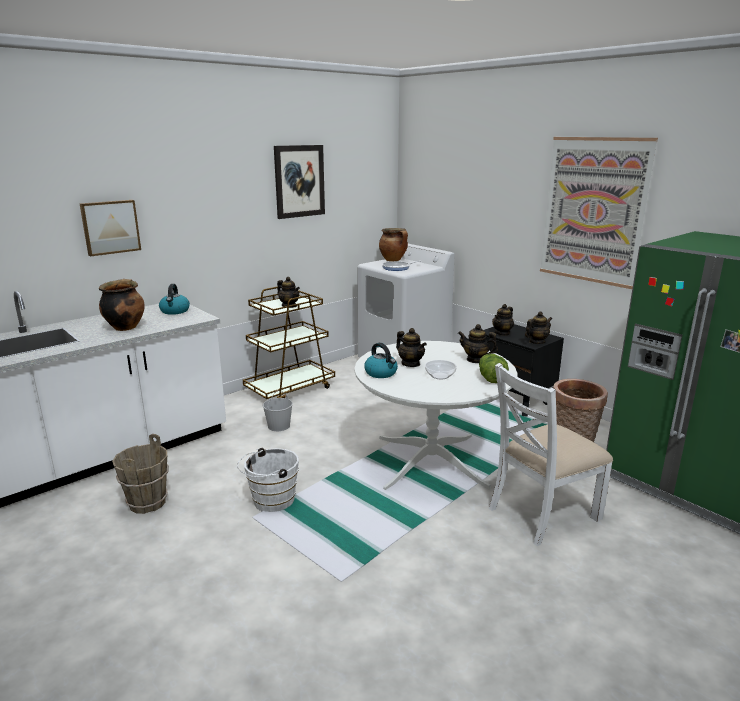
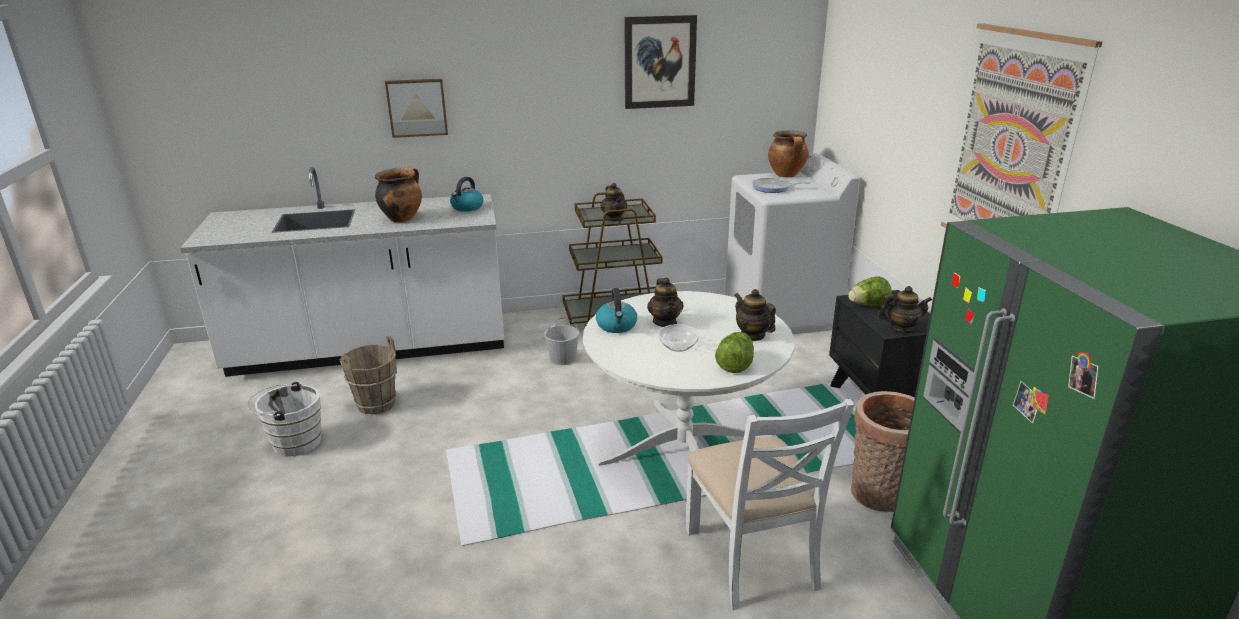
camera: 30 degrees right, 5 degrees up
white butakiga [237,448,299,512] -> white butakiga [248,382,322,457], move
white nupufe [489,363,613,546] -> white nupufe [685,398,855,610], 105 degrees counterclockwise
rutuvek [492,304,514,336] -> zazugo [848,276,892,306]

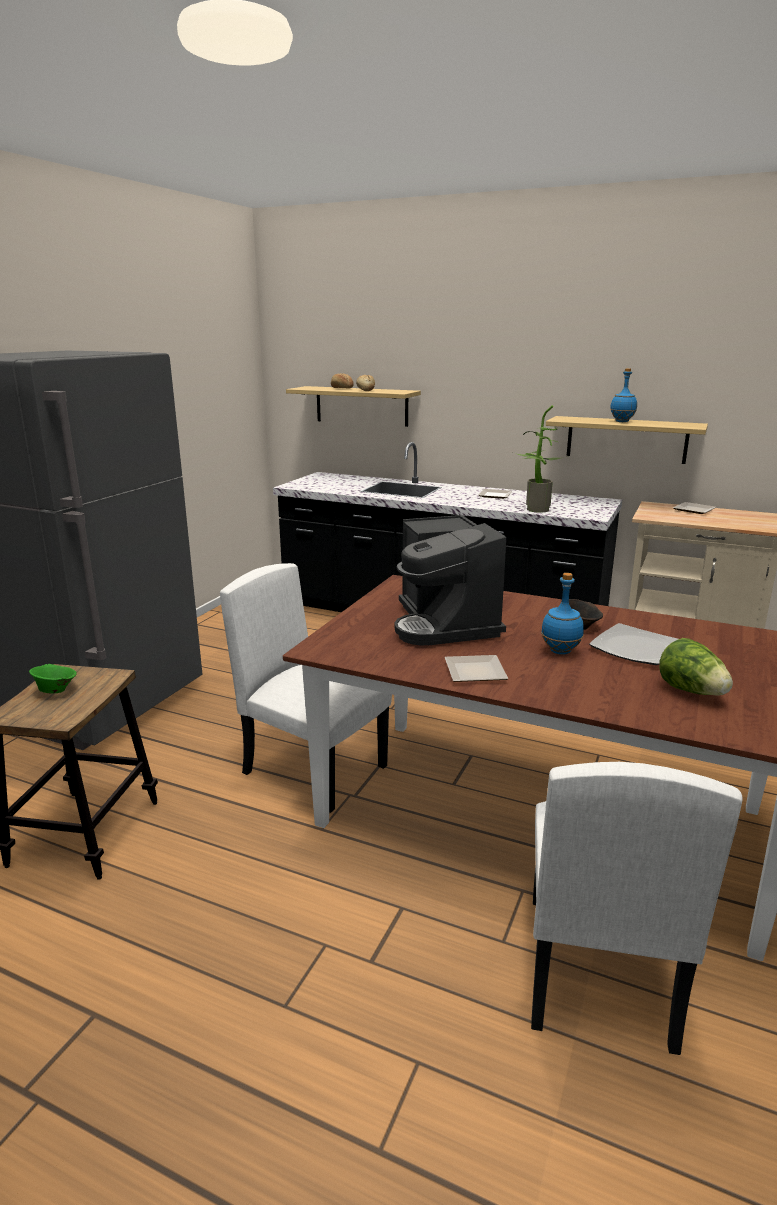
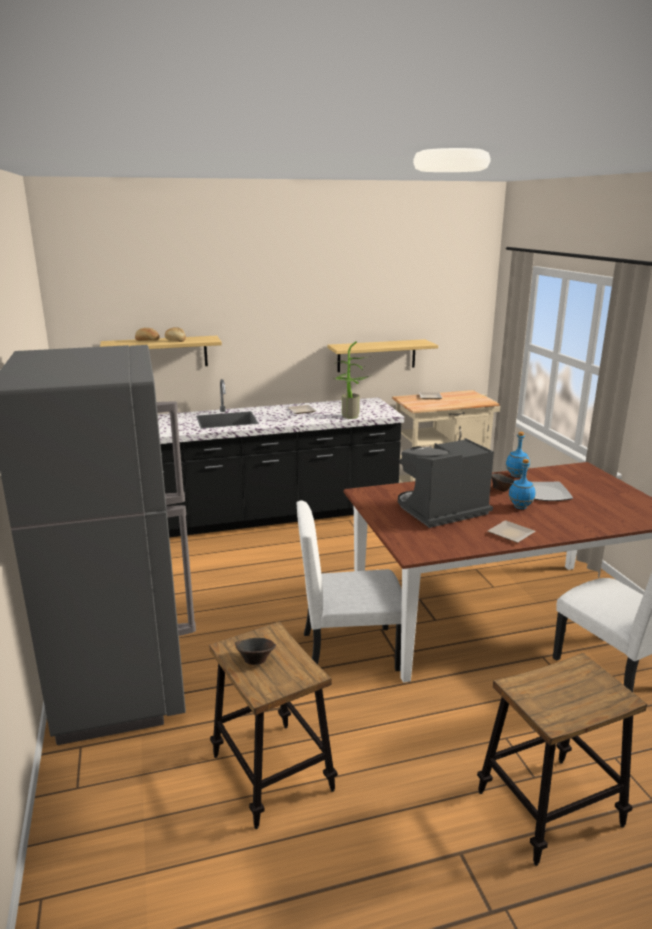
camera: 40 degrees left, 0 degrees up
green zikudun [29,664,77,694] -> brown zikudun [235,638,276,665]
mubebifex [395,515,506,646] -> mubebifex [398,438,494,528], 120 degrees clockwise
none -> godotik [477,653,647,866]
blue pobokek [610,368,637,422] -> blue pobokek [506,432,530,477], move
zazugo [659,638,733,696] -> none

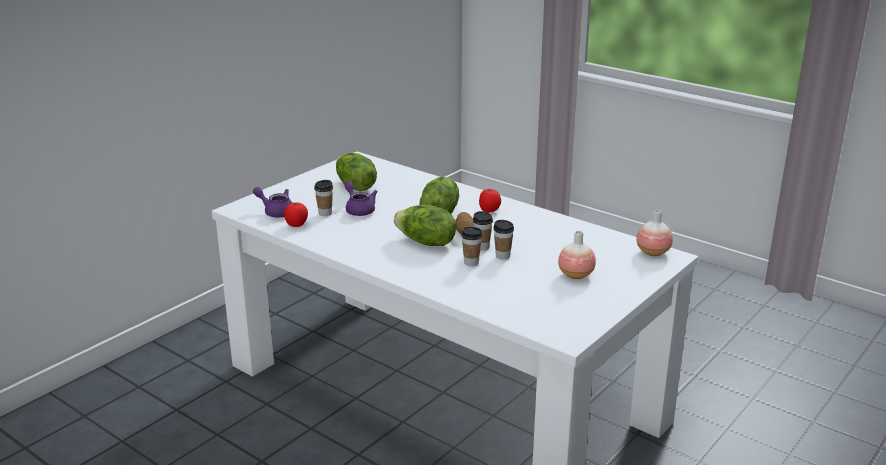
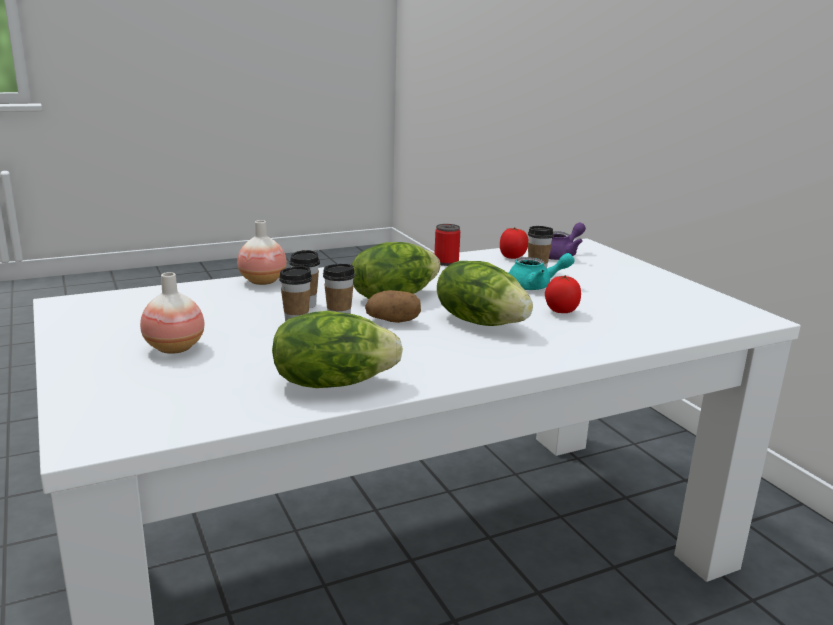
camera: 115 degrees right, 5 degrees down
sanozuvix [636,210,673,256] -> sanozuvix [237,220,287,285], move
zazugo [336,153,377,191] -> zazugo [272,311,403,388], move
none -> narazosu [435,224,460,266]
purple rutuvek [345,181,378,216] -> turquoise rutuvek [509,253,575,290]
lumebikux [479,189,501,213] -> lumebikux [545,275,581,313], move

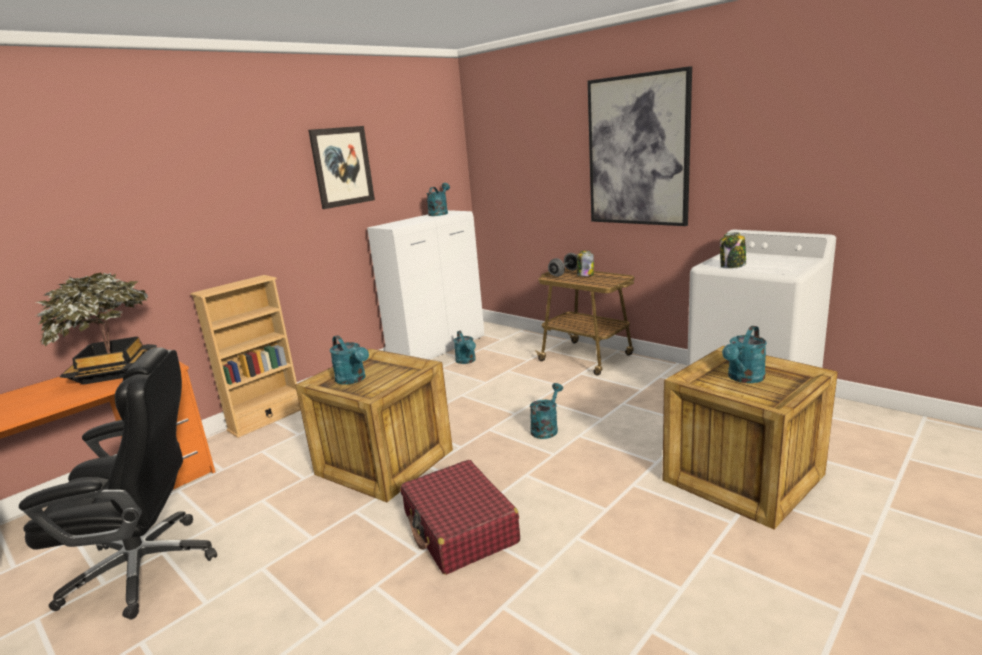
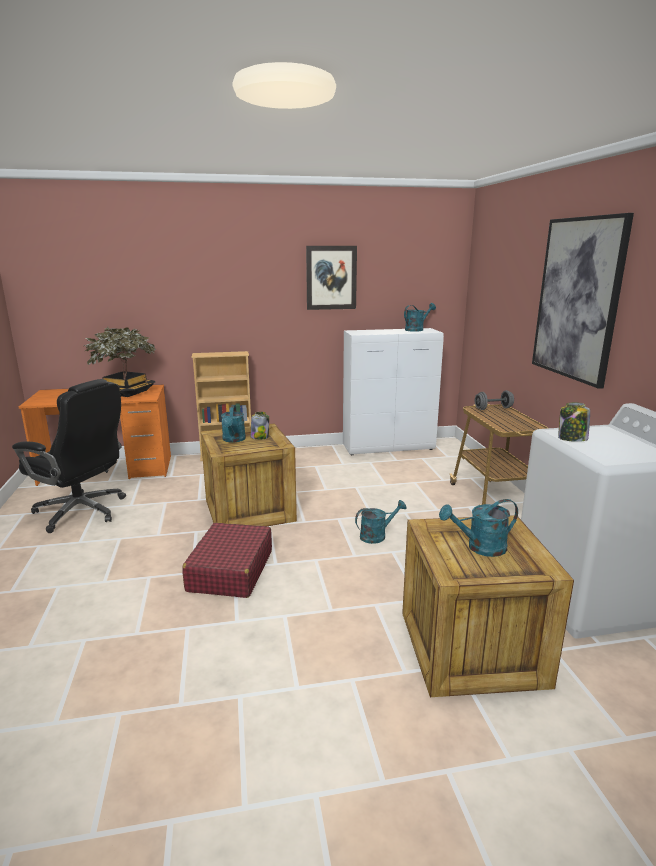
camera: 35 degrees right, 0 degrees up
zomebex [577,251,594,277] -> zomebex [251,412,269,440], move
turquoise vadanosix [454,331,476,364] -> none

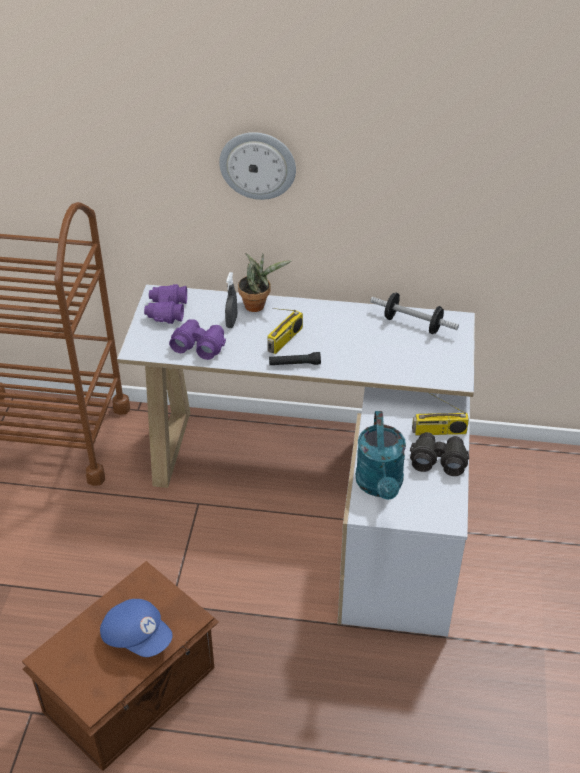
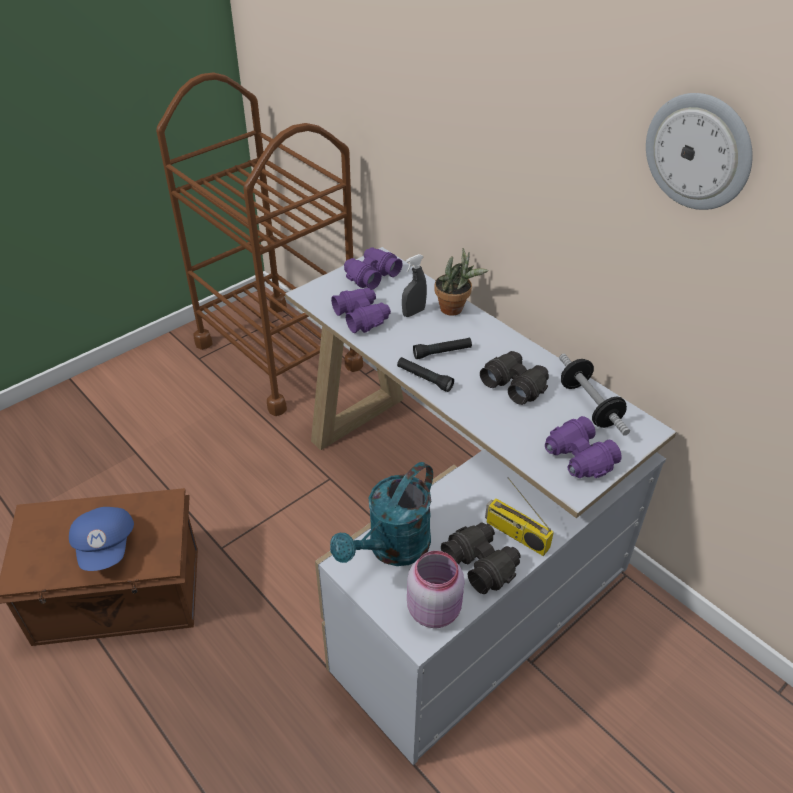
camera: 40 degrees right, 0 degrees up
none -> pink zomebex [407,551,465,628]
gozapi [267,308,303,354] -> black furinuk [413,338,472,359]
none -> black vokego [480,351,549,405]
none -> purple vokego [545,416,622,478]
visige [219,132,296,200] -> visige [646,93,753,210], move

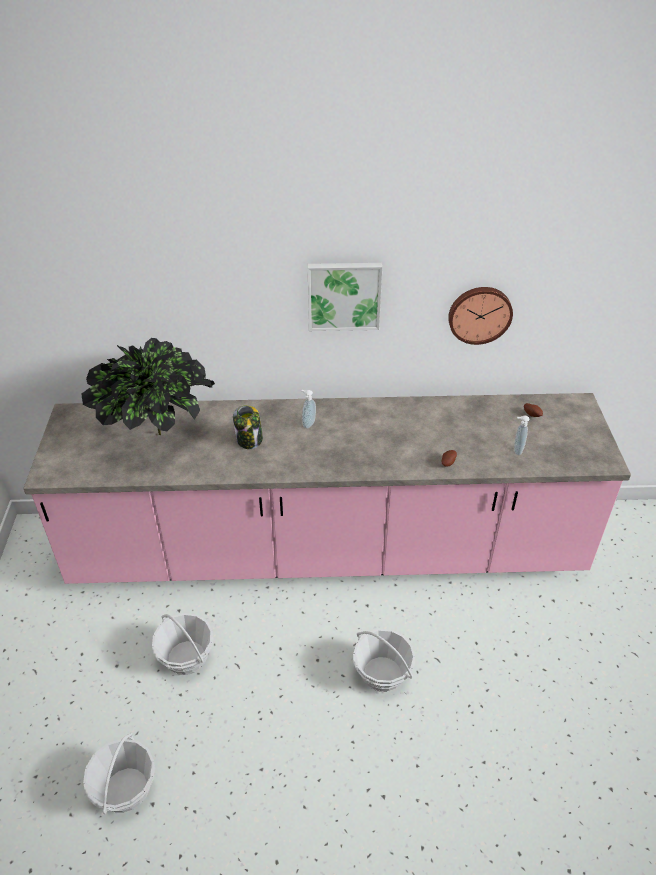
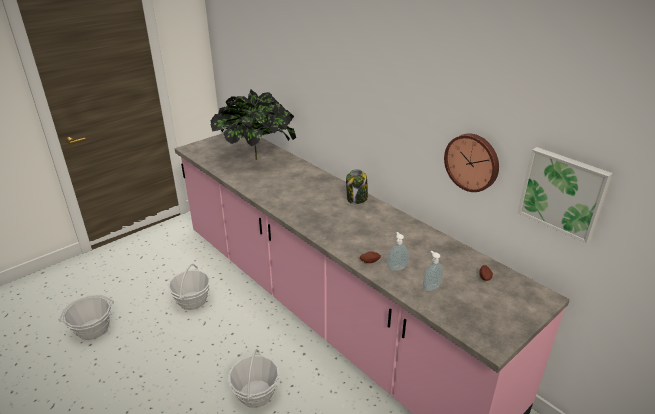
camera: 50 degrees right, 10 degrees down
zomebex [233,405,263,449] -> zomebex [346,169,368,204], move
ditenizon [301,390,316,429] -> ditenizon [387,232,409,271], move
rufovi [308,263,382,331] -> rufovi [518,147,613,243], move

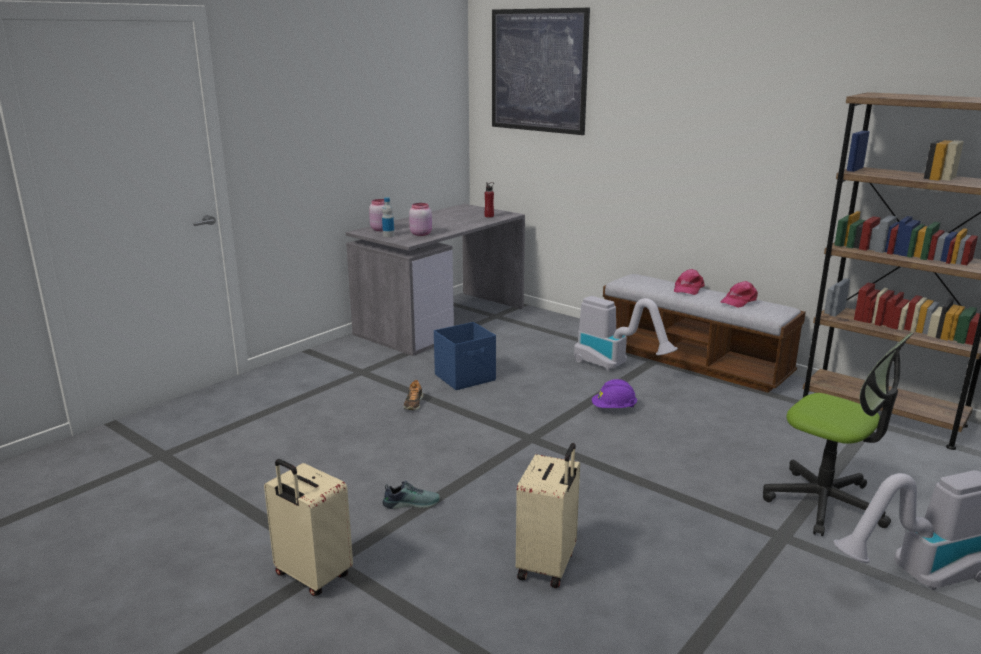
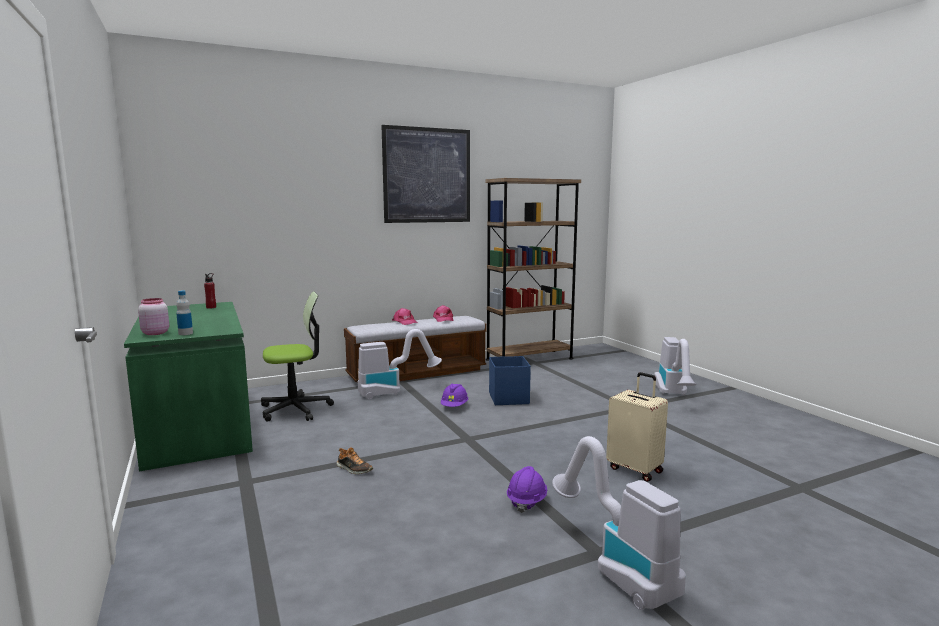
camera: 65 degrees left, 10 degrees down
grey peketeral [346,204,525,356] -> green peketeral [124,302,253,471]
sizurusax [763,333,913,536] -> sizurusax [261,292,334,421], move
rufovi [492,8,590,135] -> rufovi [381,125,470,223], move
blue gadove [434,322,496,390] -> blue gadove [489,356,531,405], move
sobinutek [382,480,440,509] -> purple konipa [507,466,547,513]
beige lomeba [264,459,353,596] -> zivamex [552,436,686,610]
pink zomebex [409,203,432,236] -> none

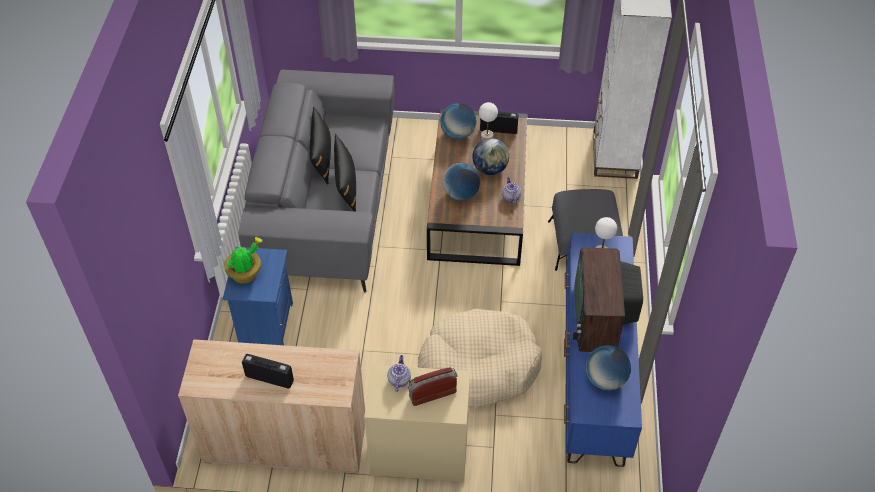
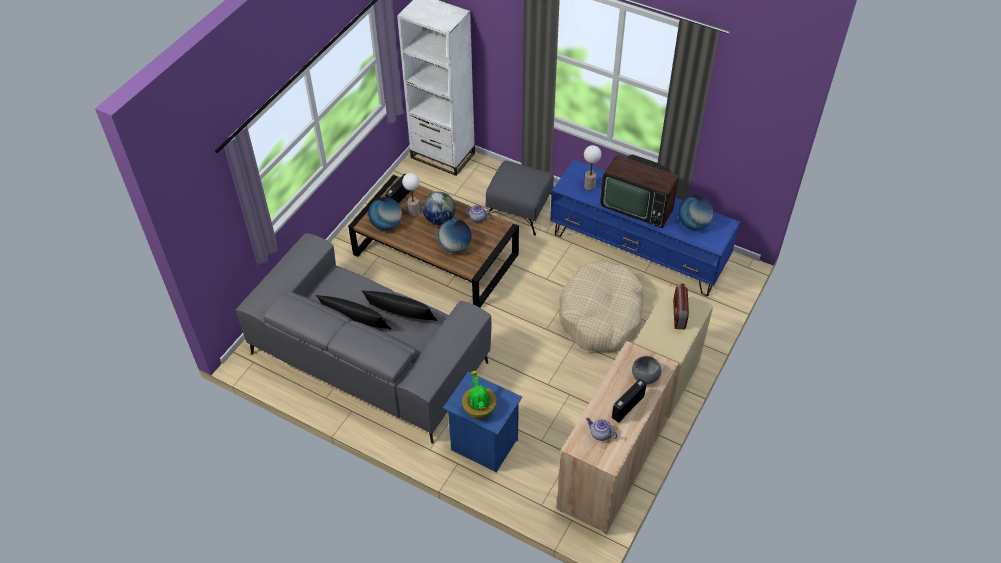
camera: 65 degrees left, 0 degrees up
rutuvek [387,355,411,392] -> rutuvek [586,418,618,441], move
none -> grey zikudun [632,356,661,384]

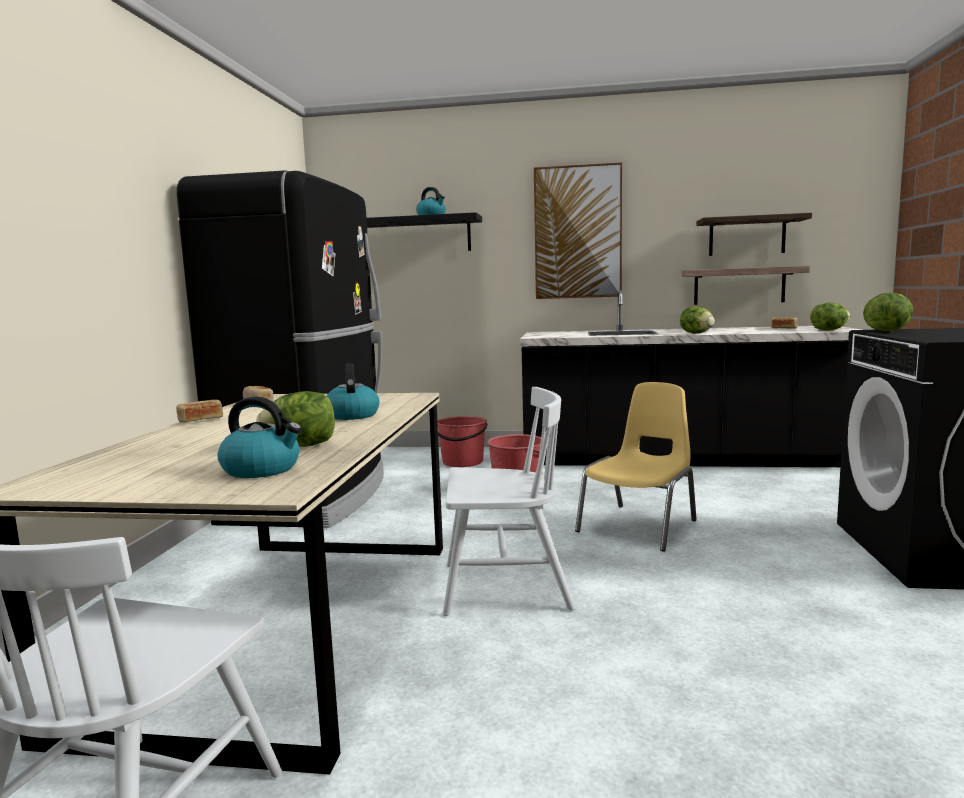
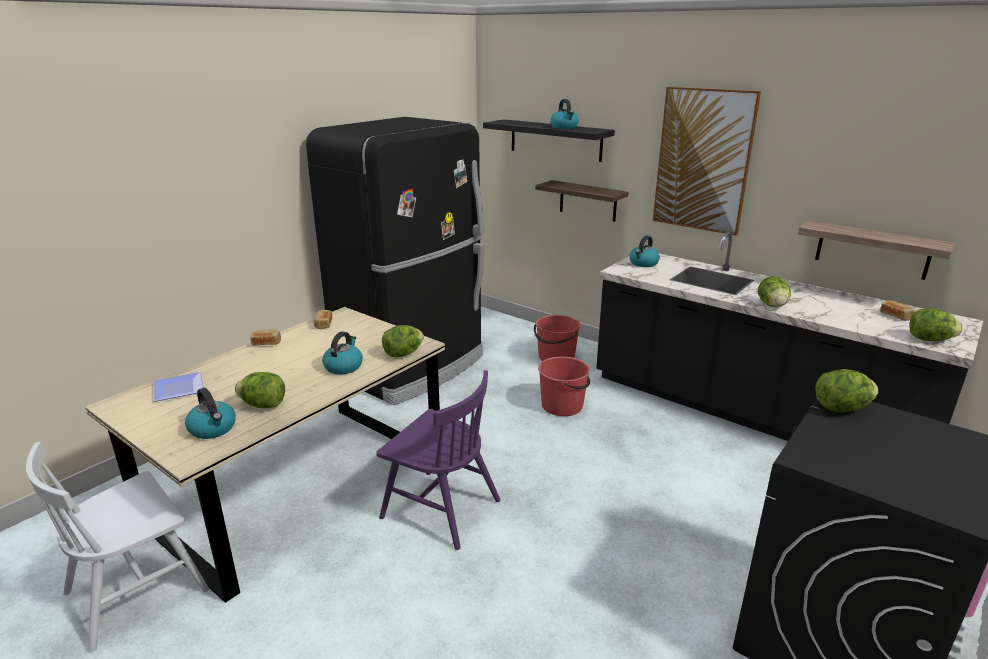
camera: 30 degrees right, 15 degrees up
none -> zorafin [153,372,203,402]
white nupufe [443,387,575,616] -> purple nupufe [377,370,500,550]
none -> zazugo [382,325,424,358]
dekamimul [697,213,812,256] -> dekamimul [535,180,629,222], move
none -> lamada [629,236,660,267]
yellow nupufe [575,382,697,552] -> none

